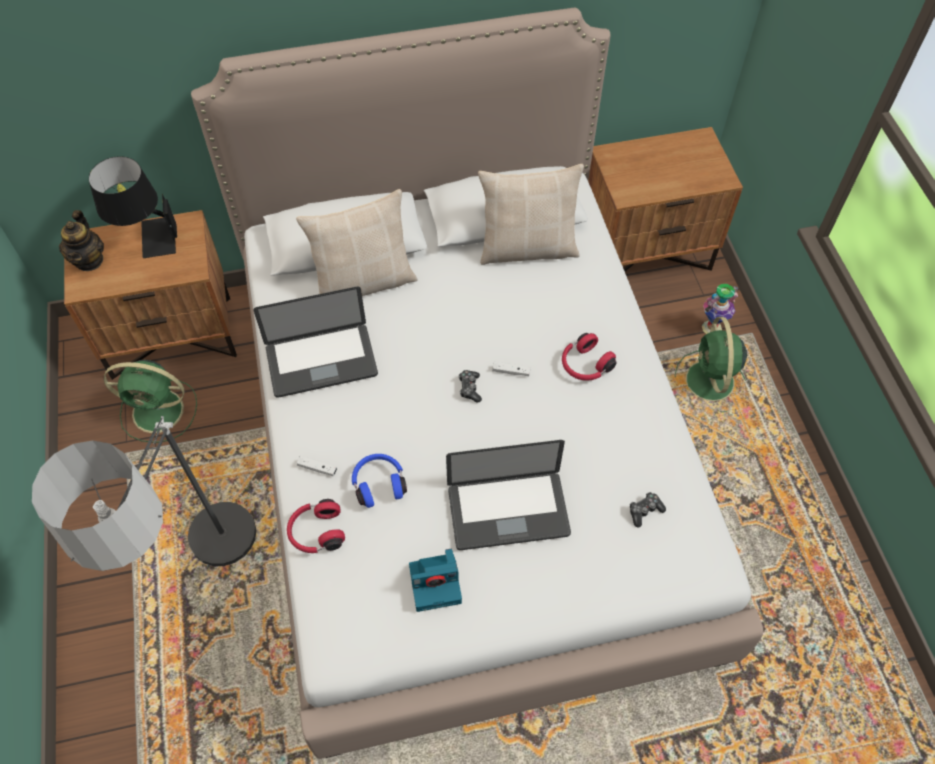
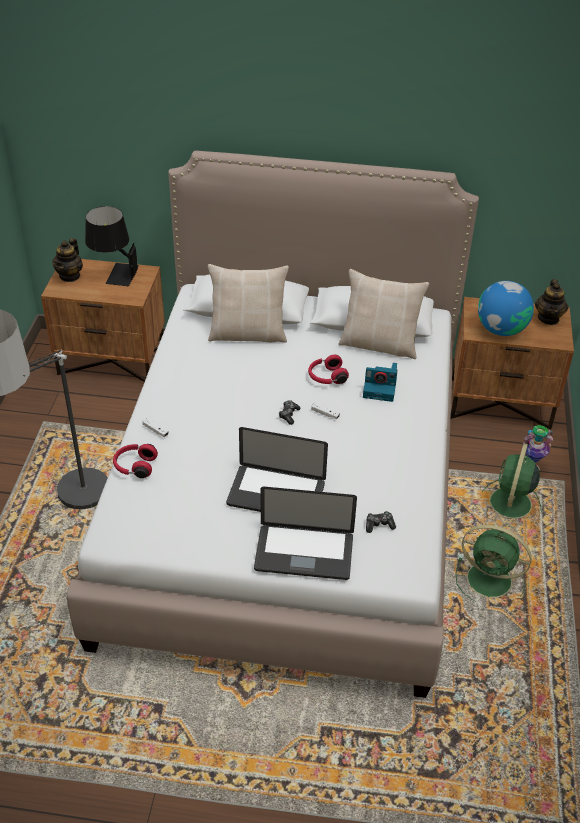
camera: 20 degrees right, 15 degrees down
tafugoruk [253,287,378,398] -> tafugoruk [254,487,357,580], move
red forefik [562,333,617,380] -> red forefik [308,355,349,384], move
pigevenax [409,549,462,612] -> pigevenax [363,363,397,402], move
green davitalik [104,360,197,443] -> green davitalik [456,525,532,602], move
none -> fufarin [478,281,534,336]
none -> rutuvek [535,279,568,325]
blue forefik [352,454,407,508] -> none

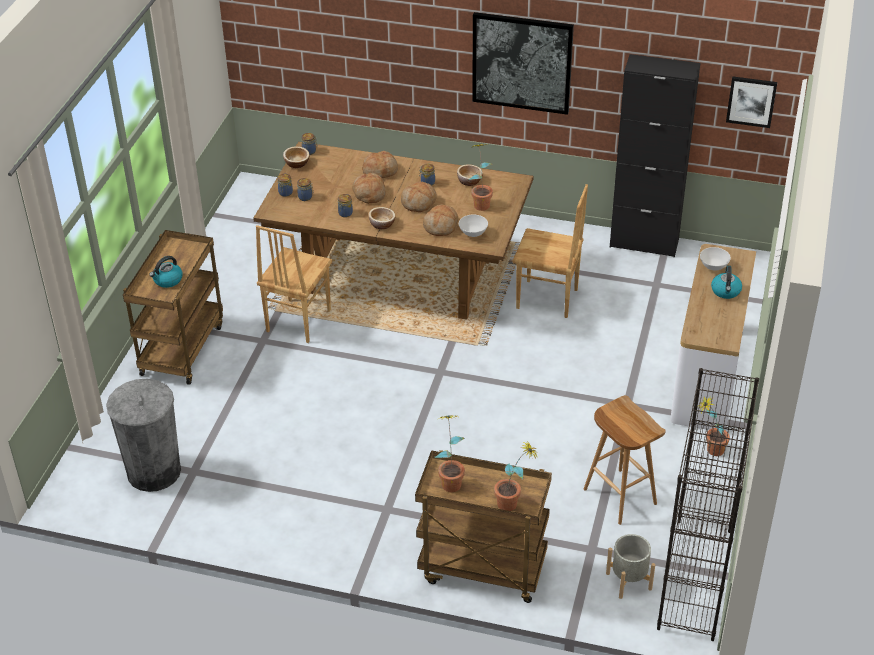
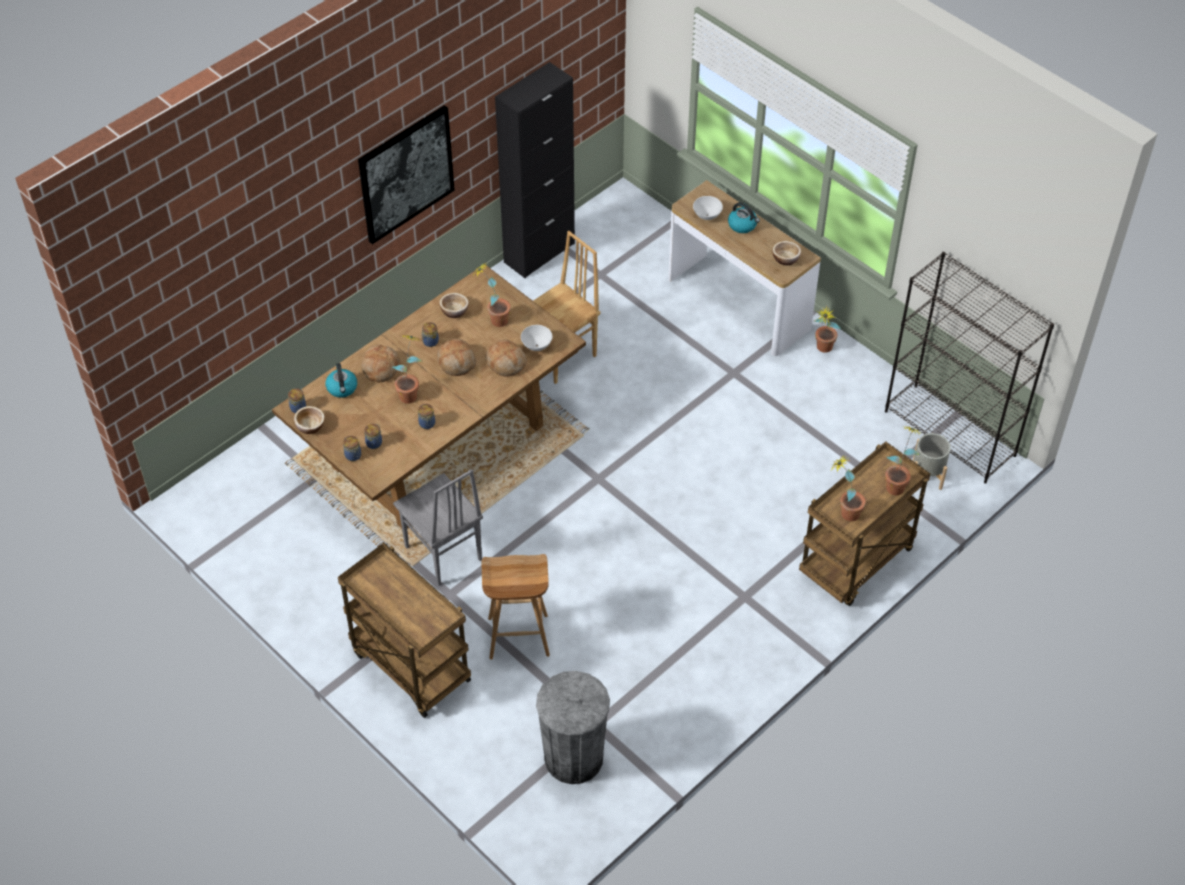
camera: 60 degrees left, 10 degrees up
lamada [149,256,183,288] -> lamada [326,363,357,398], move
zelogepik [352,173,386,204] -> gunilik [393,335,422,404]
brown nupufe [256,225,332,343] -> grey nupufe [393,469,483,586]
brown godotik [584,395,666,525] -> brown godotik [481,554,550,660], move
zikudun [369,207,396,229] -> zikudun [772,241,801,265], move
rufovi [726,76,777,128] -> none

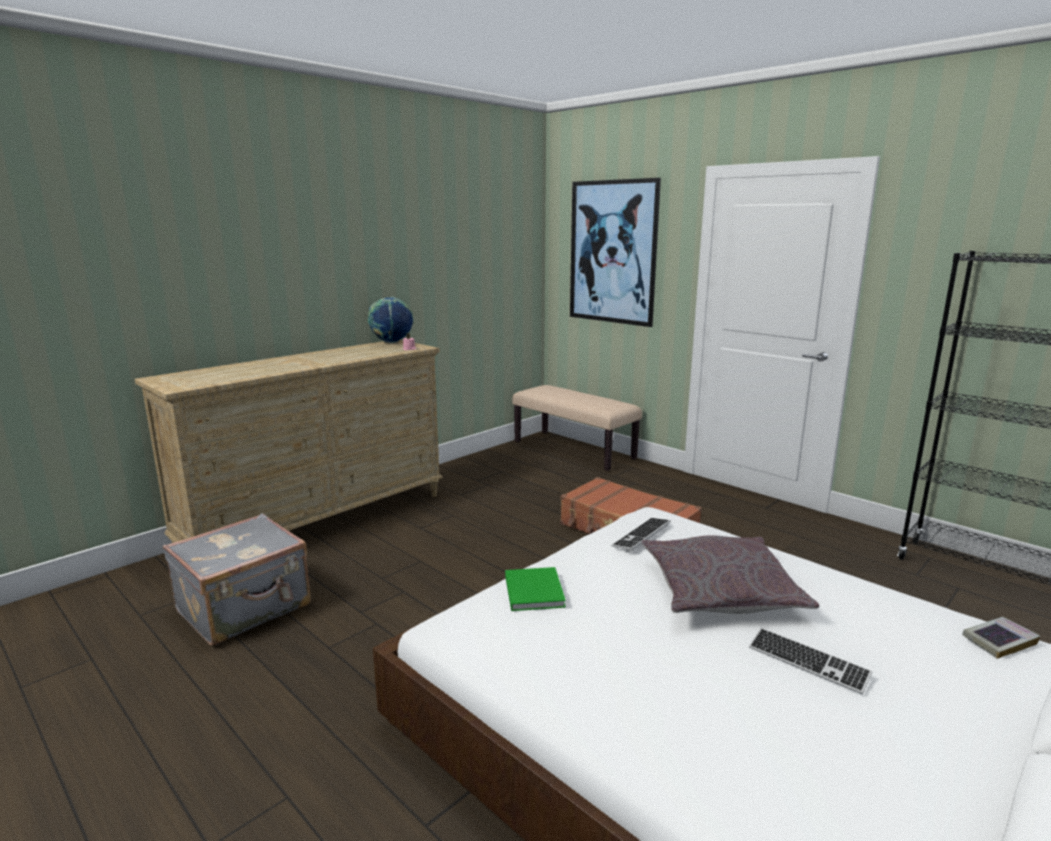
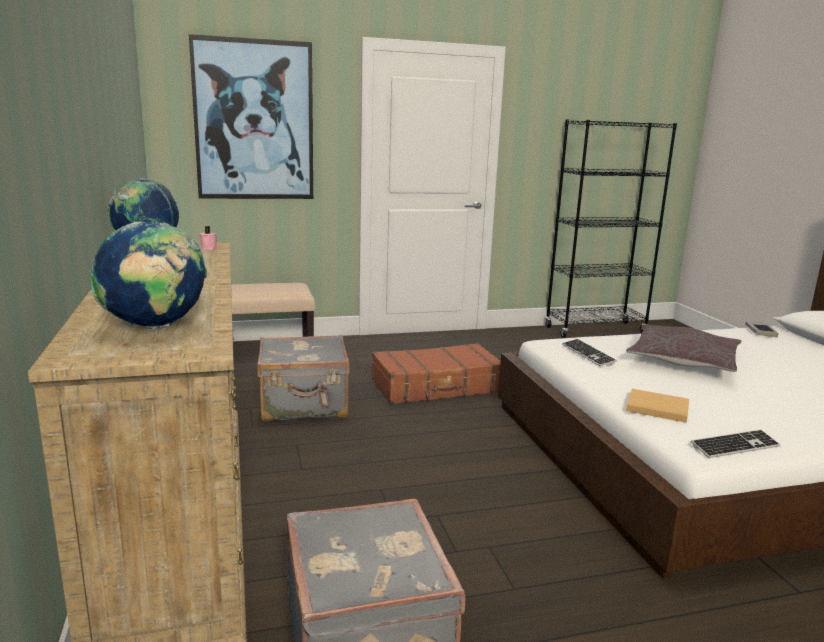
camera: 60 degrees left, 0 degrees up
none -> fufarin [89,221,207,329]
none -> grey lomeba [257,335,350,421]
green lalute [505,567,566,611] -> beige lalute [626,389,689,423]
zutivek [749,628,872,694] -> zutivek [691,430,781,458], move

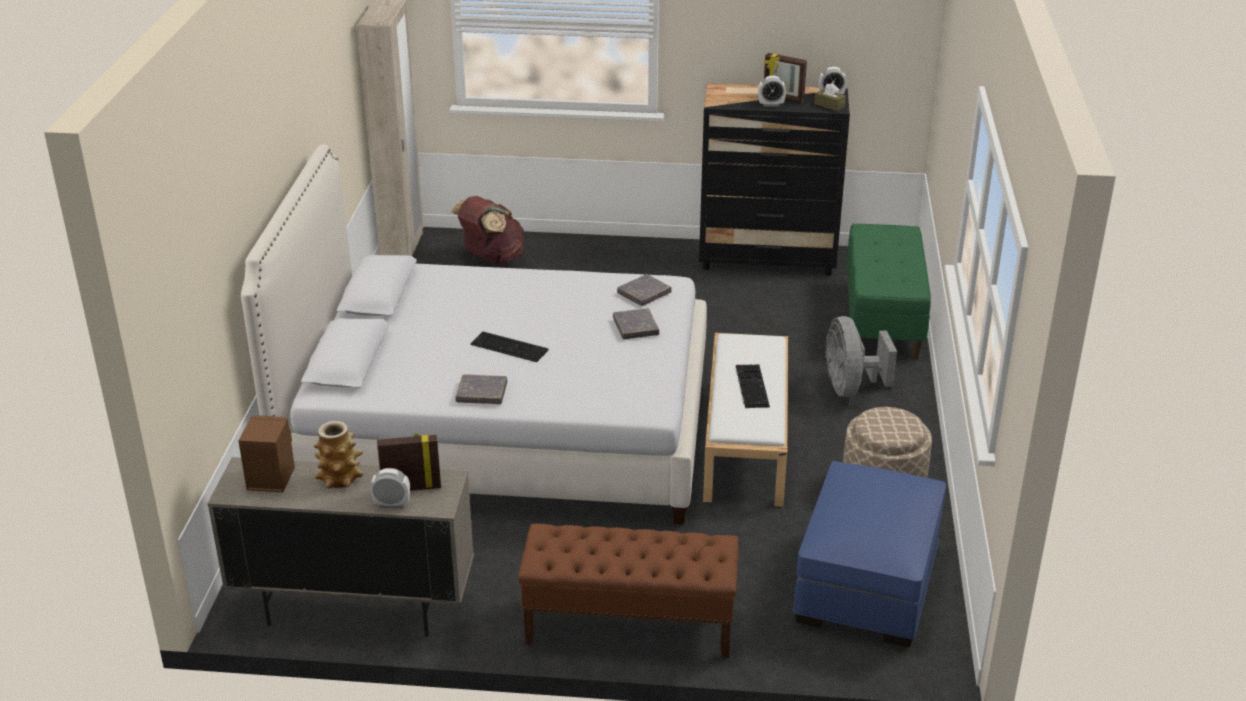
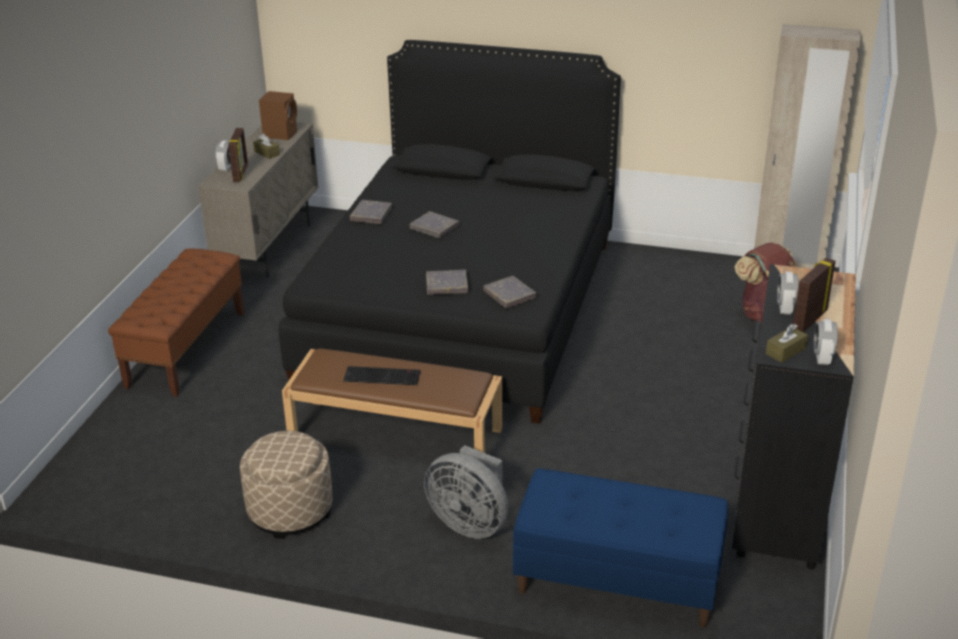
camera: 100 degrees right, 0 degrees up
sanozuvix [314,421,363,489] -> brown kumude [253,133,280,159]
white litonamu [241,144,707,524] -> black litonamu [279,40,621,424]
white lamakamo [703,333,788,507] -> brown lamakamo [282,348,502,453]
zutivek [470,331,549,362] -> grey lalute [410,211,459,238]
grey davitalik [825,316,897,397] -> grey davitalik [424,445,509,539], 150 degrees counterclockwise
green lamakamo [847,224,931,359] -> blue lamakamo [513,469,728,627]
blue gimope [793,461,946,647] -> none

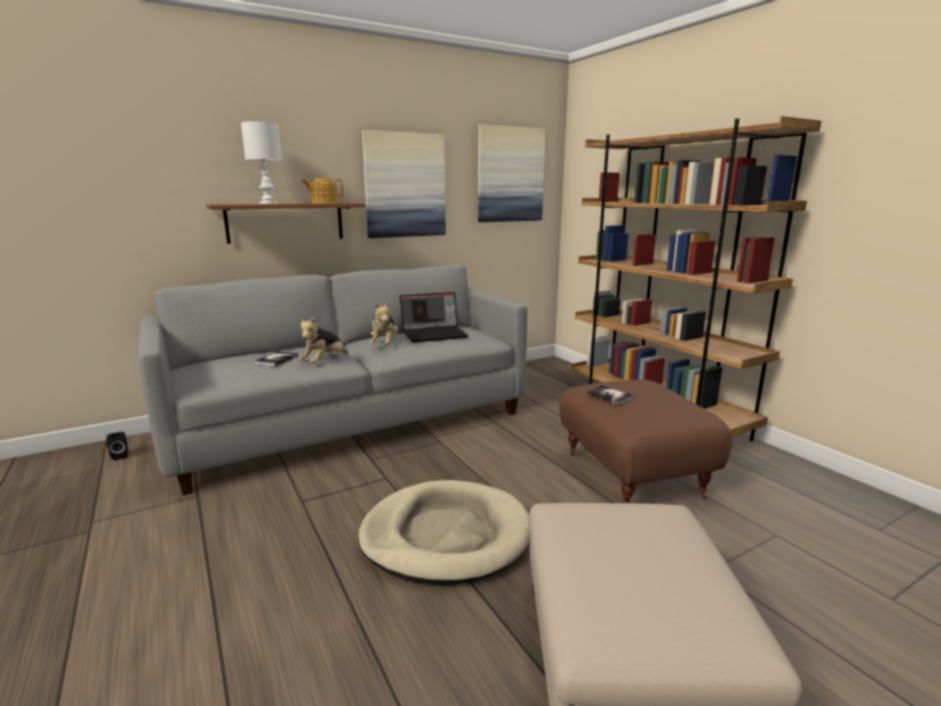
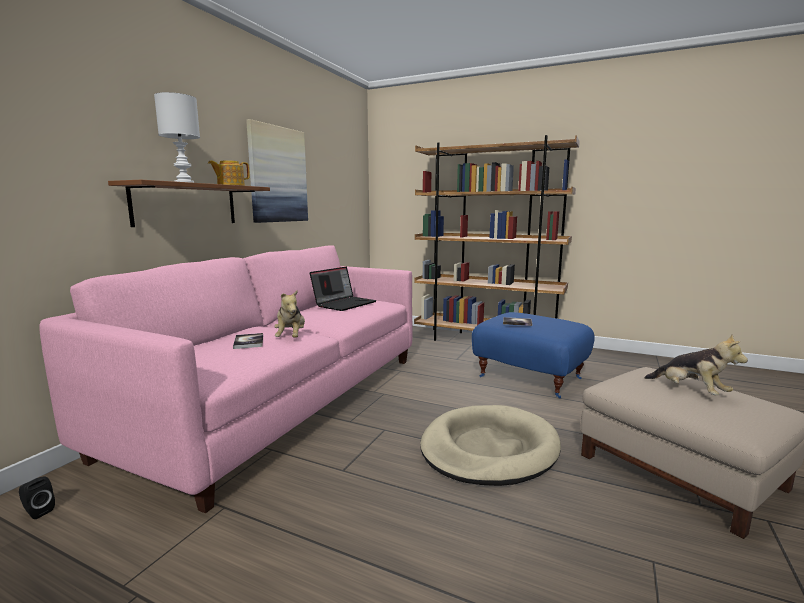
camera: 35 degrees left, 5 degrees down
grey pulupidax [138,265,527,495] -> pink pulupidax [39,245,413,513]
brown gimope [559,379,732,503] -> blue gimope [472,312,595,398]
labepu [370,301,398,345] -> labepu [644,334,748,395], move
rufovi [478,125,546,222] -> none

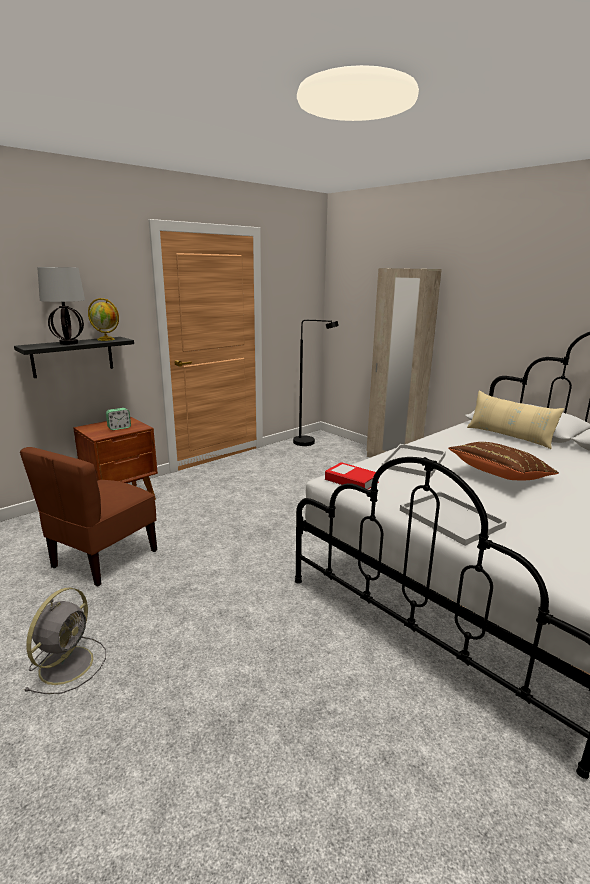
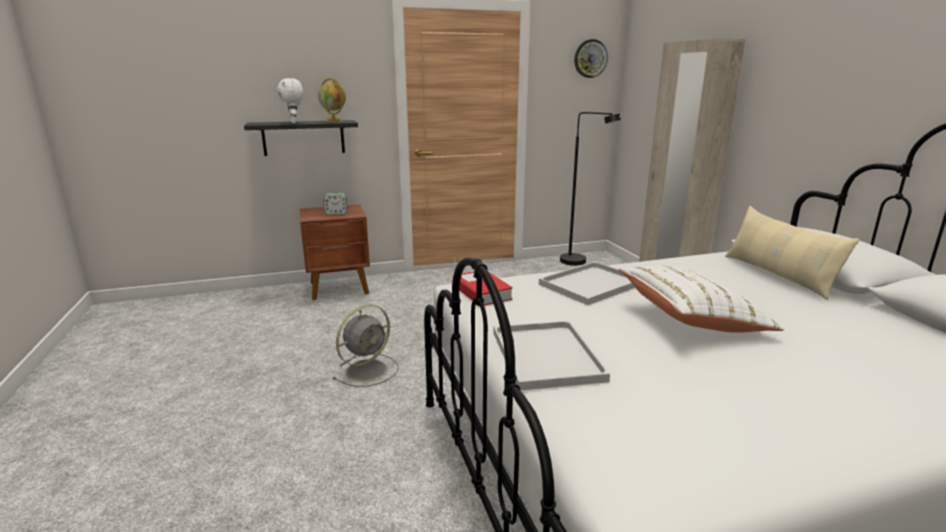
camera: 25 degrees right, 0 degrees up
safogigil [37,267,85,345] -> white labepu [277,78,303,123]
grey davitalik [24,588,106,694] -> grey davitalik [332,304,399,387], move
none -> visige [574,39,608,78]
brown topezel [448,442,559,480] -> white topezel [618,266,784,333]
brown nupufe [20,447,157,586] -> none

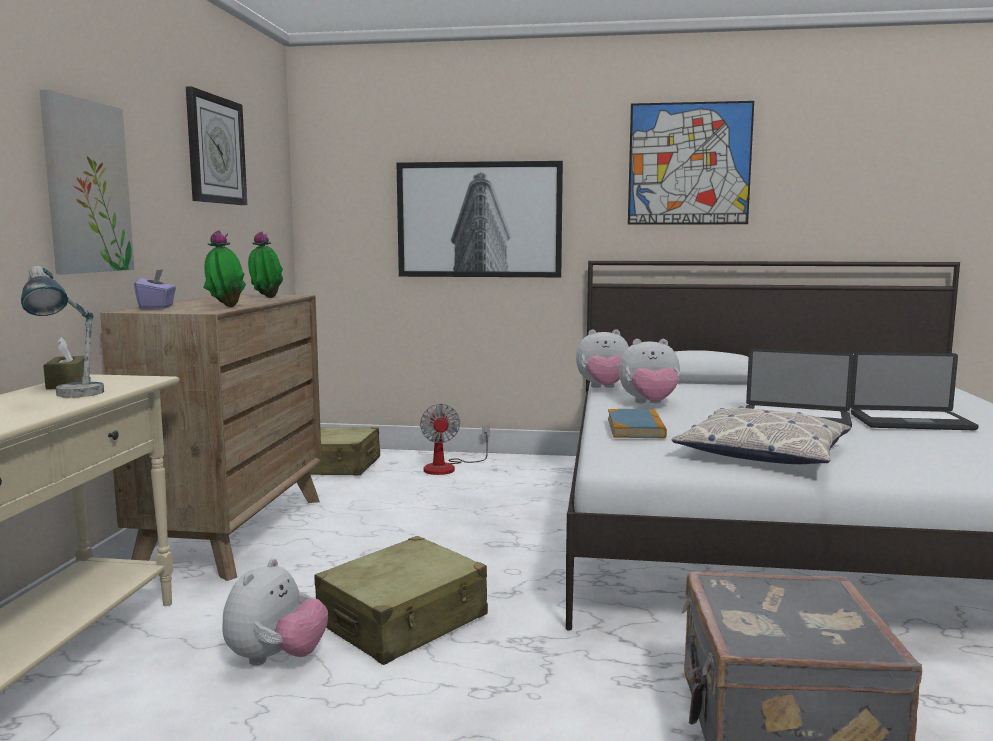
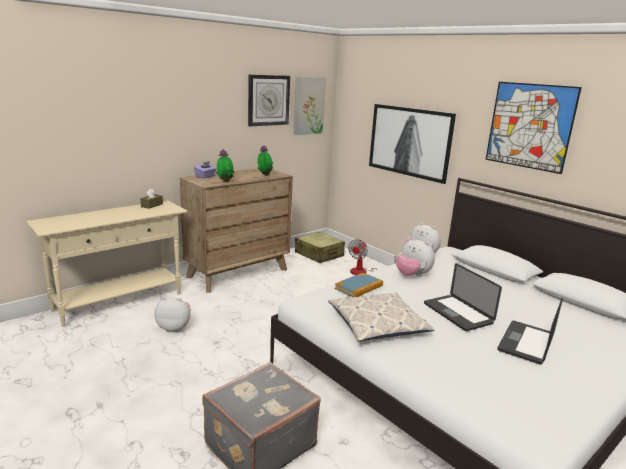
camera: 40 degrees right, 10 degrees up
labepu [222,559,328,666] -> labepu [154,297,191,332], 150 degrees counterclockwise
rufovi [40,89,135,274] -> rufovi [294,77,326,135], move
tafugoruk [850,352,979,430] -> tafugoruk [498,298,563,364], 75 degrees clockwise
safogigil [21,266,104,398] -> none
beige lomeba [314,536,488,665] -> none

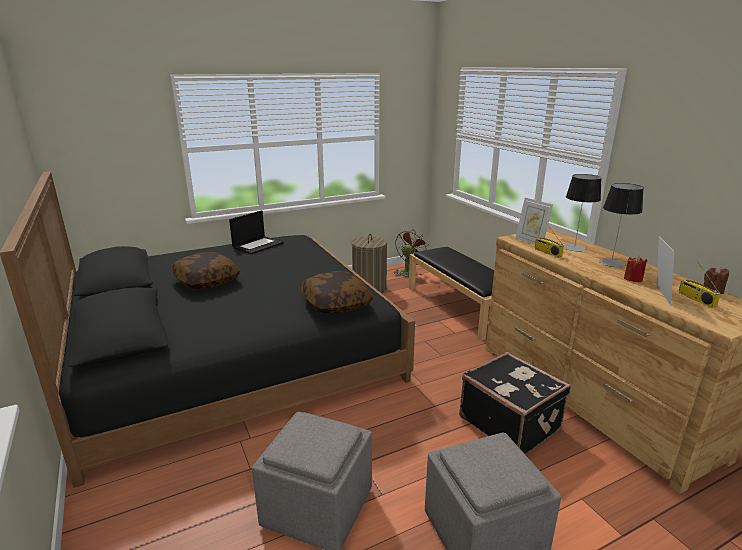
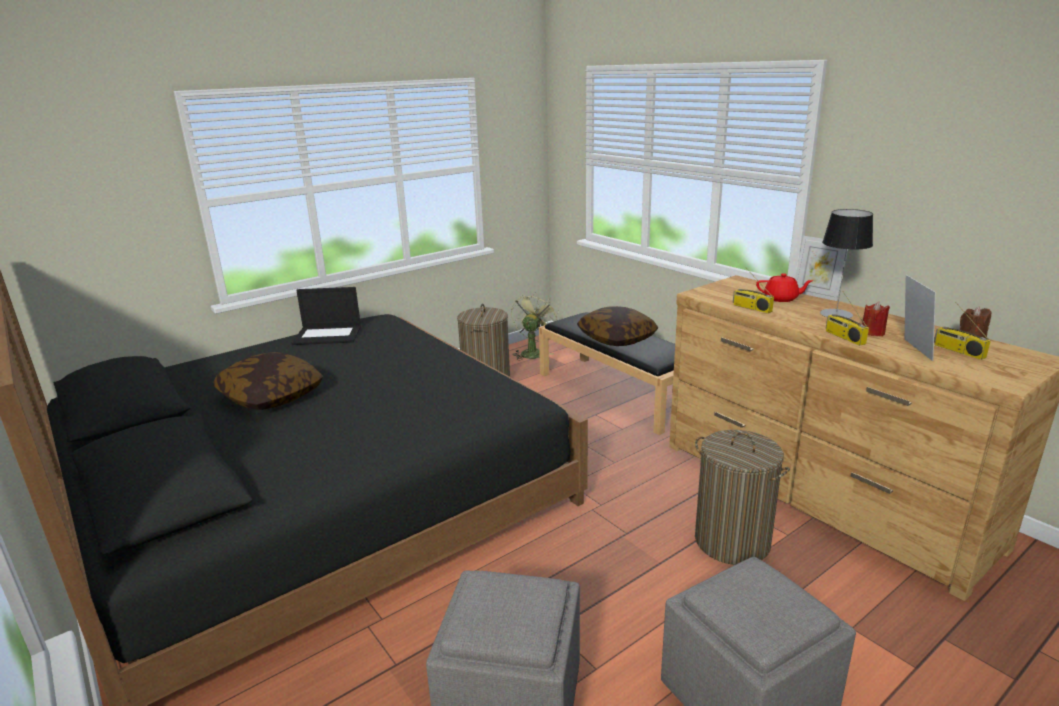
camera: 10 degrees left, 0 degrees up
tafugoruk [229,210,283,254] -> tafugoruk [291,287,361,345], 60 degrees clockwise
brown davitalik [395,229,429,277] -> green davitalik [511,292,559,360]
topezel [301,271,373,313] -> topezel [577,306,658,346], move
black lomeba [459,352,571,454] -> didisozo [695,430,790,565]
safogigil [564,174,601,251] -> red rutuvek [756,273,813,302]
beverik [515,198,553,245] -> beverik [795,236,848,301], move
none -> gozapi [826,291,869,346]

